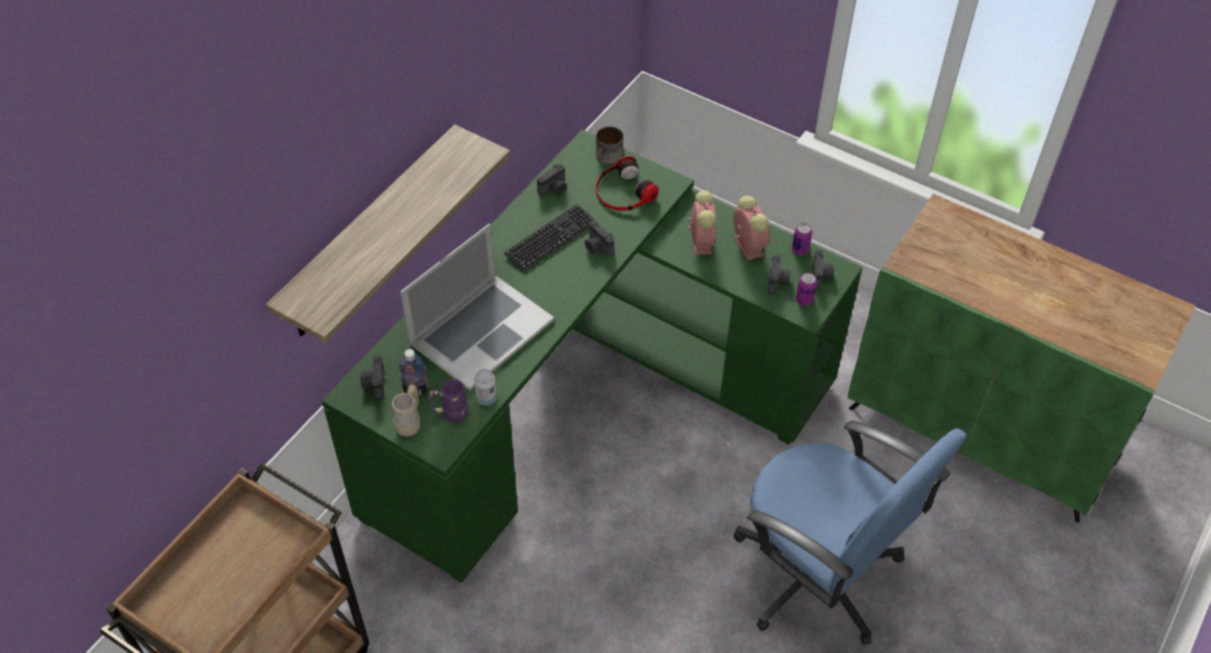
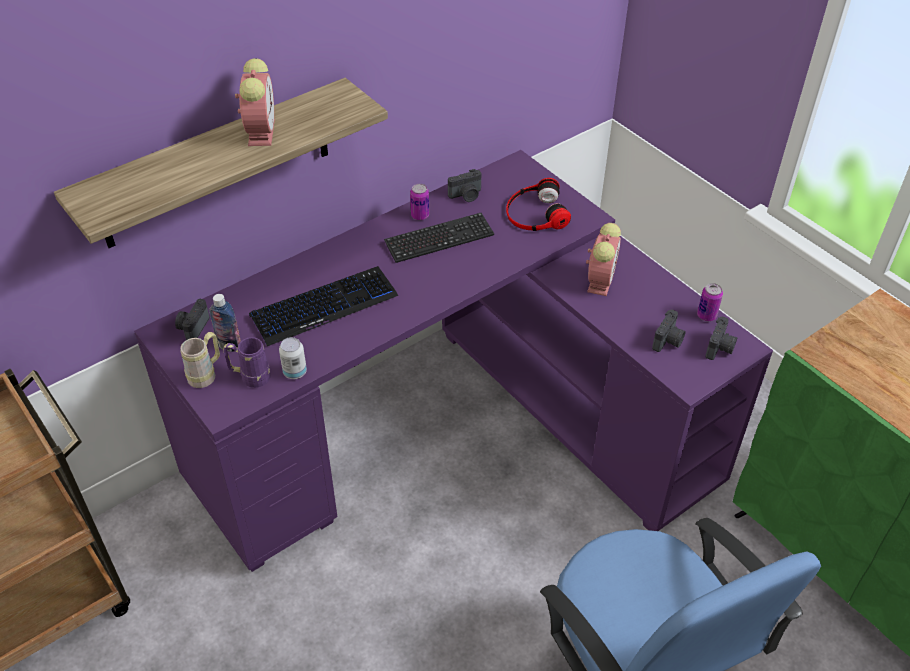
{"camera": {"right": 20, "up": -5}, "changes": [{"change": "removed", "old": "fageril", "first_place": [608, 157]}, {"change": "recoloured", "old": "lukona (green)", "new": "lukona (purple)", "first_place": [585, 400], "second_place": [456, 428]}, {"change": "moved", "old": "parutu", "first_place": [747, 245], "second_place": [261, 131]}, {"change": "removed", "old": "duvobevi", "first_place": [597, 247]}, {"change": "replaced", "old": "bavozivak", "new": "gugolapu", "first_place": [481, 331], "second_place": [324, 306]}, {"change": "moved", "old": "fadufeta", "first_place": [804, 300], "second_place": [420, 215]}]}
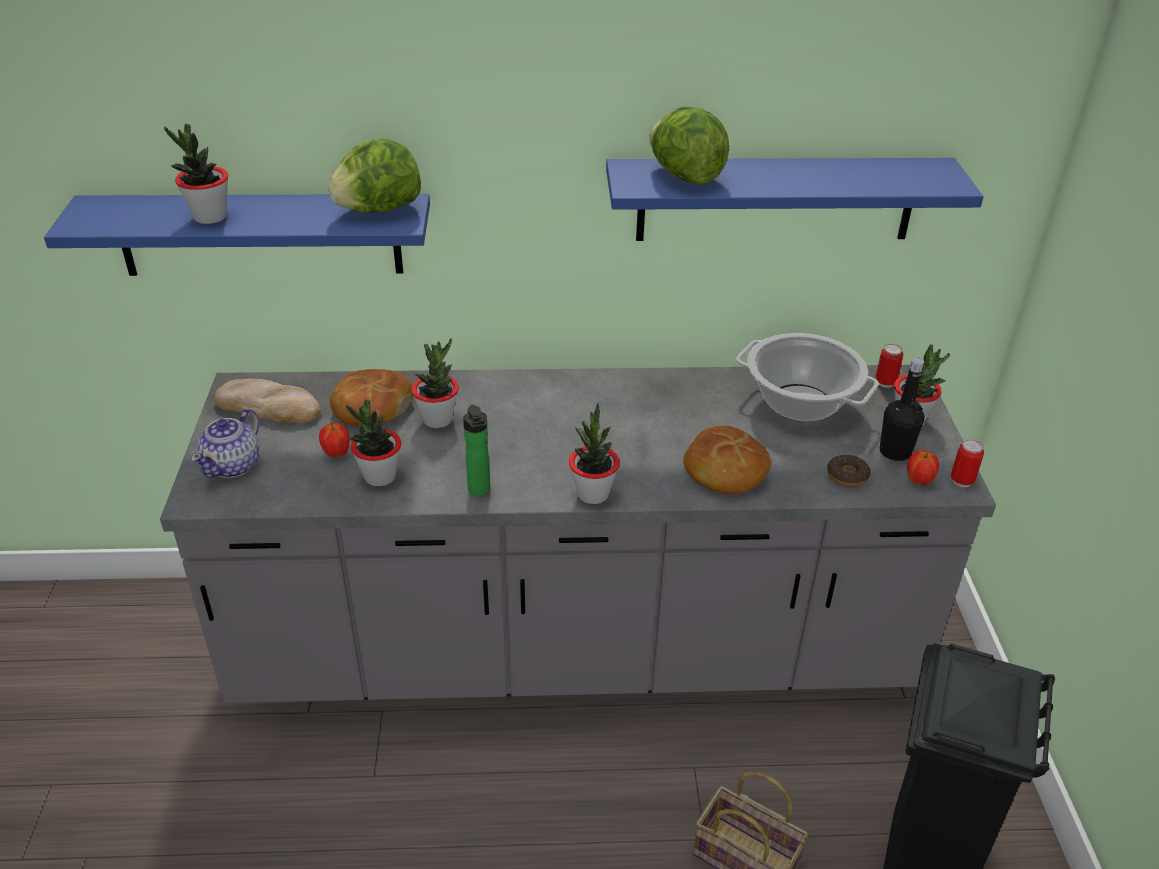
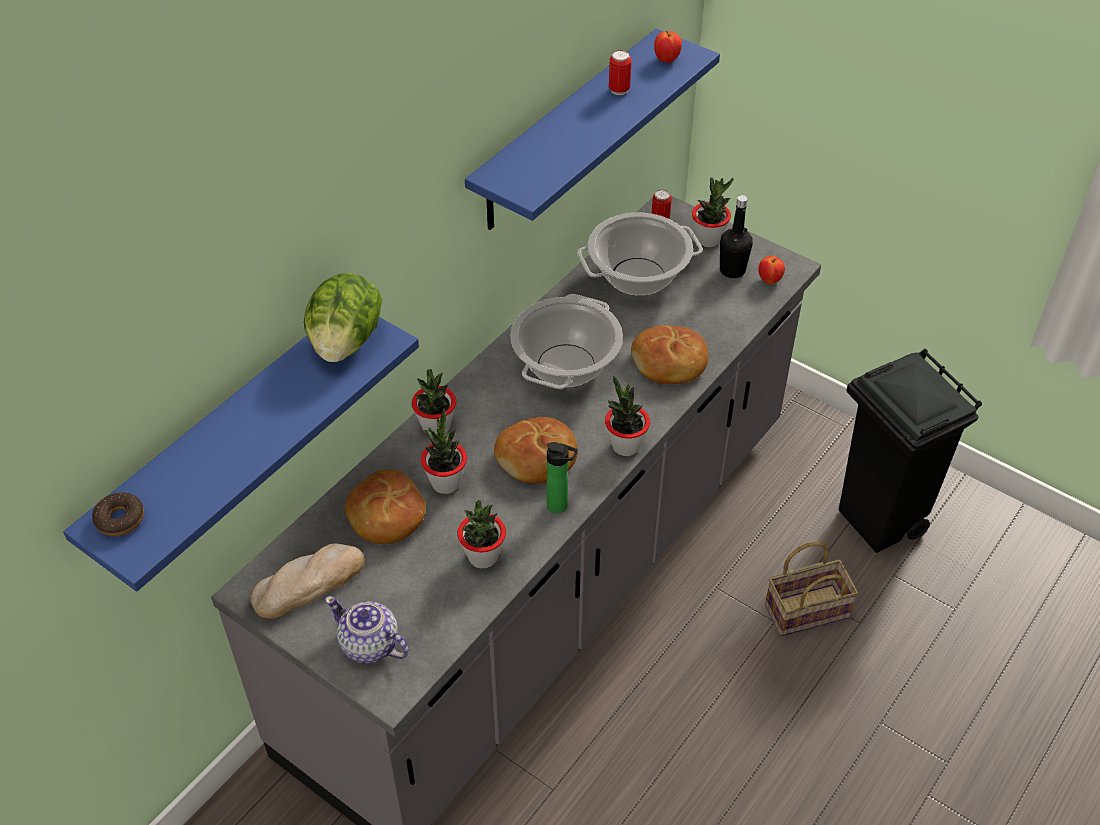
{"camera": {"right": -50, "up": 10}, "changes": [{"change": "removed", "old": "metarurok", "first_place": [685, 177]}, {"change": "moved", "old": "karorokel", "first_place": [210, 217], "second_place": [436, 427]}, {"change": "turned", "old": "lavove", "first_place": [233, 465], "second_place": [370, 645], "degrees": 150}, {"change": "moved", "old": "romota", "first_place": [336, 453], "second_place": [666, 60]}, {"change": "moved", "old": "fadufeta", "first_place": [961, 481], "second_place": [619, 90]}, {"change": "moved", "old": "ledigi", "first_place": [847, 476], "second_place": [120, 519]}, {"change": "added", "new": "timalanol", "second_place": [566, 366]}, {"change": "added", "new": "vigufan", "second_place": [537, 459]}]}
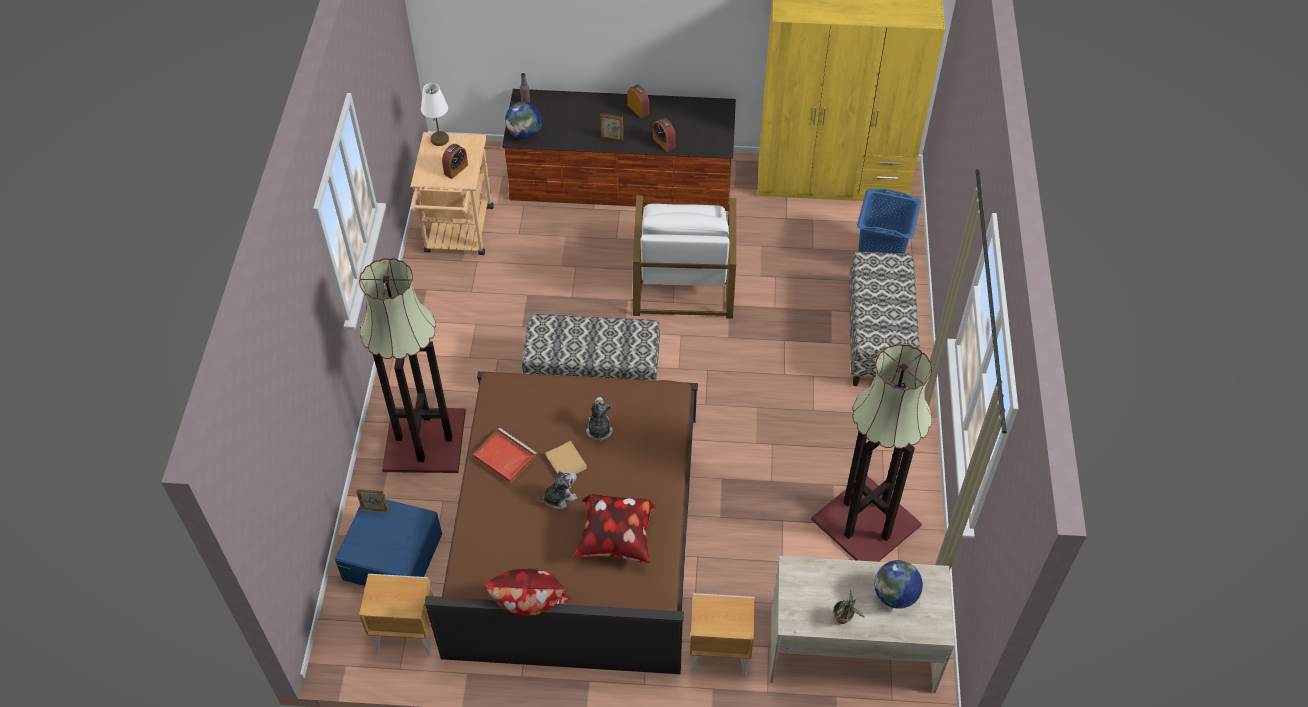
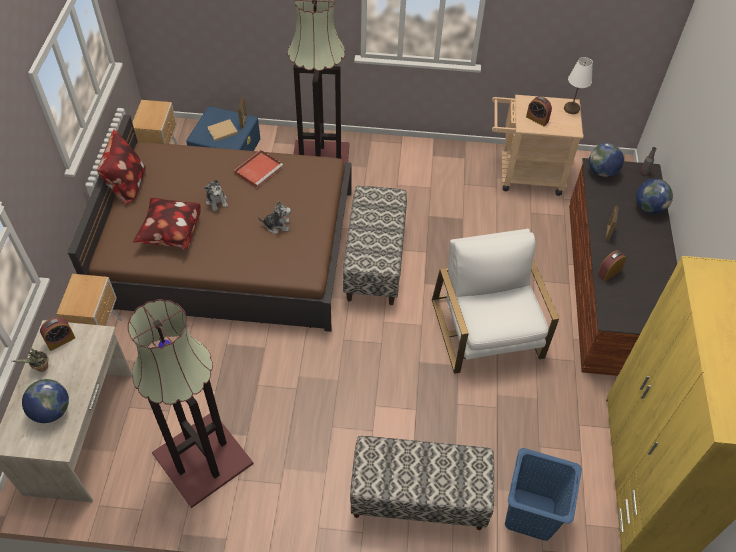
{"camera": {"right": 90, "up": 0}, "changes": [{"change": "moved", "old": "parutu", "first_place": [638, 109], "second_place": [60, 340]}, {"change": "turned", "old": "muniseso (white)", "first_place": [683, 279], "second_place": [488, 329], "degrees": 75}, {"change": "moved", "old": "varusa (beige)", "first_place": [567, 462], "second_place": [221, 131]}, {"change": "added", "new": "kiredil", "second_place": [649, 207]}]}
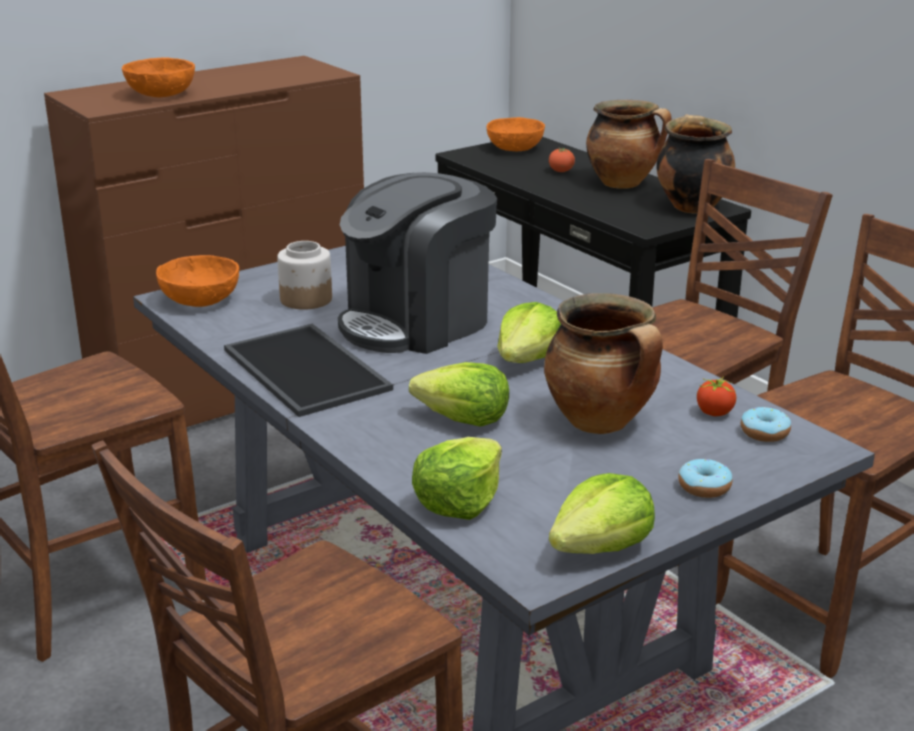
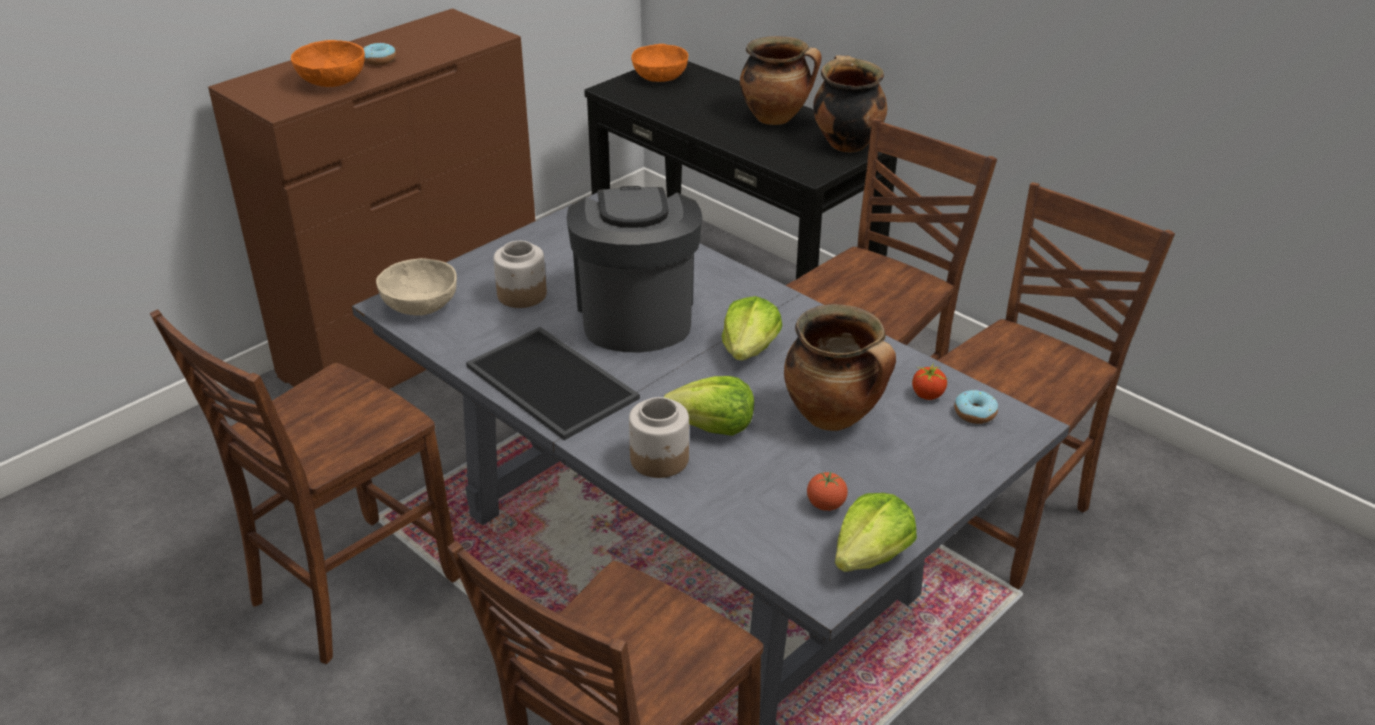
{"camera": {"right": -10, "up": 10}, "changes": [{"change": "moved", "old": "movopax", "first_place": [561, 171], "second_place": [826, 505]}, {"change": "turned", "old": "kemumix", "first_place": [417, 323], "second_place": [635, 314], "degrees": 135}, {"change": "recoloured", "old": "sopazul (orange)", "new": "sopazul (beige)", "first_place": [200, 300], "second_place": [420, 305]}, {"change": "removed", "old": "metarurok", "first_place": [459, 501]}, {"change": "moved", "old": "ledigi", "first_place": [704, 487], "second_place": [379, 60]}, {"change": "added", "new": "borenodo", "second_place": [660, 459]}]}
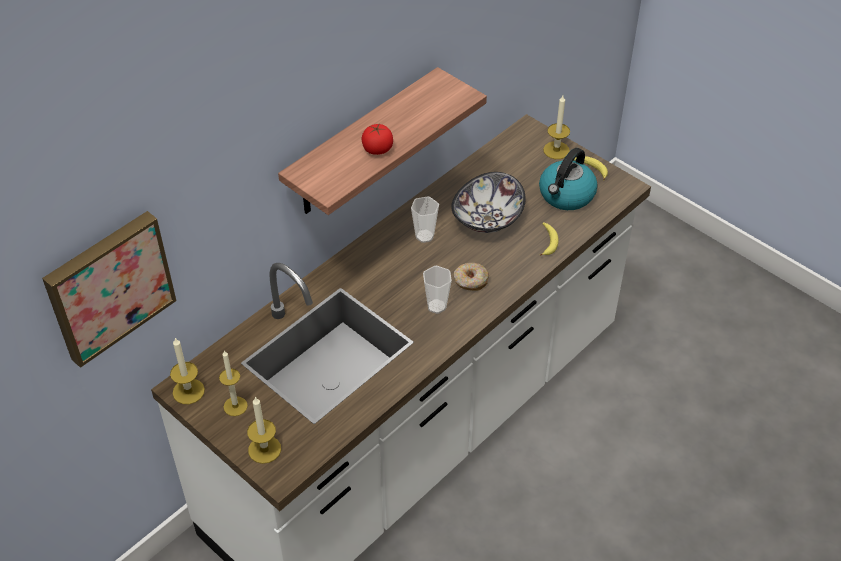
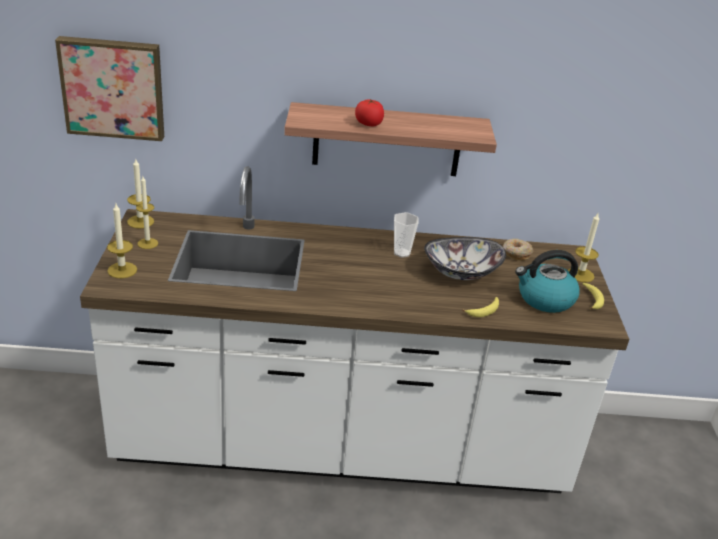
{"camera": {"right": 45, "up": -15}, "changes": [{"change": "moved", "old": "ledigi", "first_place": [470, 281], "second_place": [516, 253]}, {"change": "removed", "old": "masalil", "first_place": [436, 306]}]}
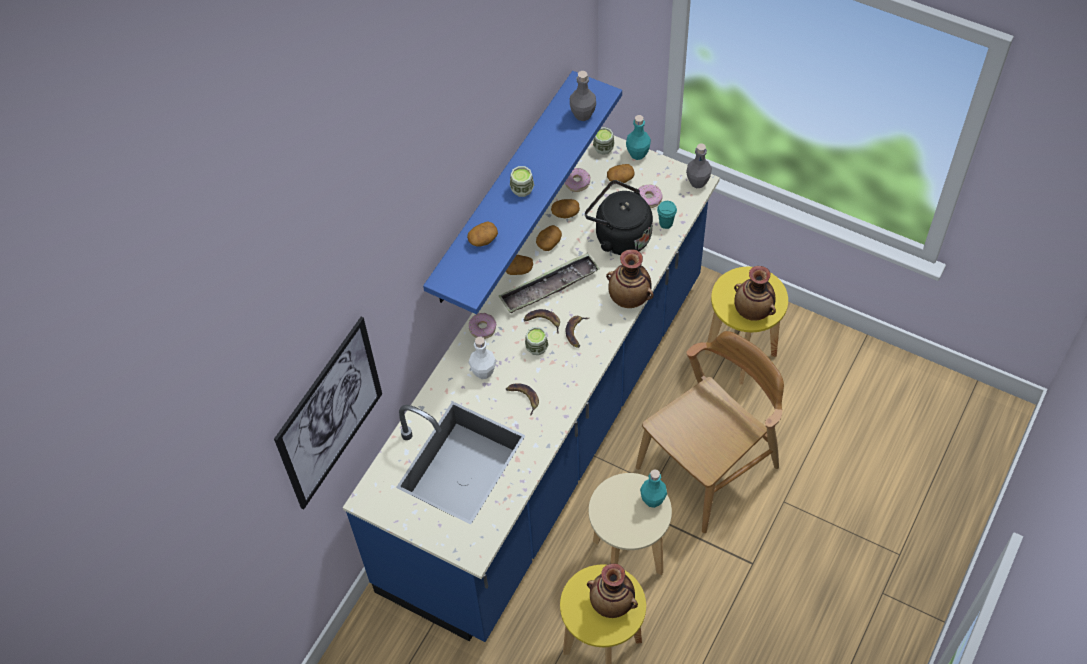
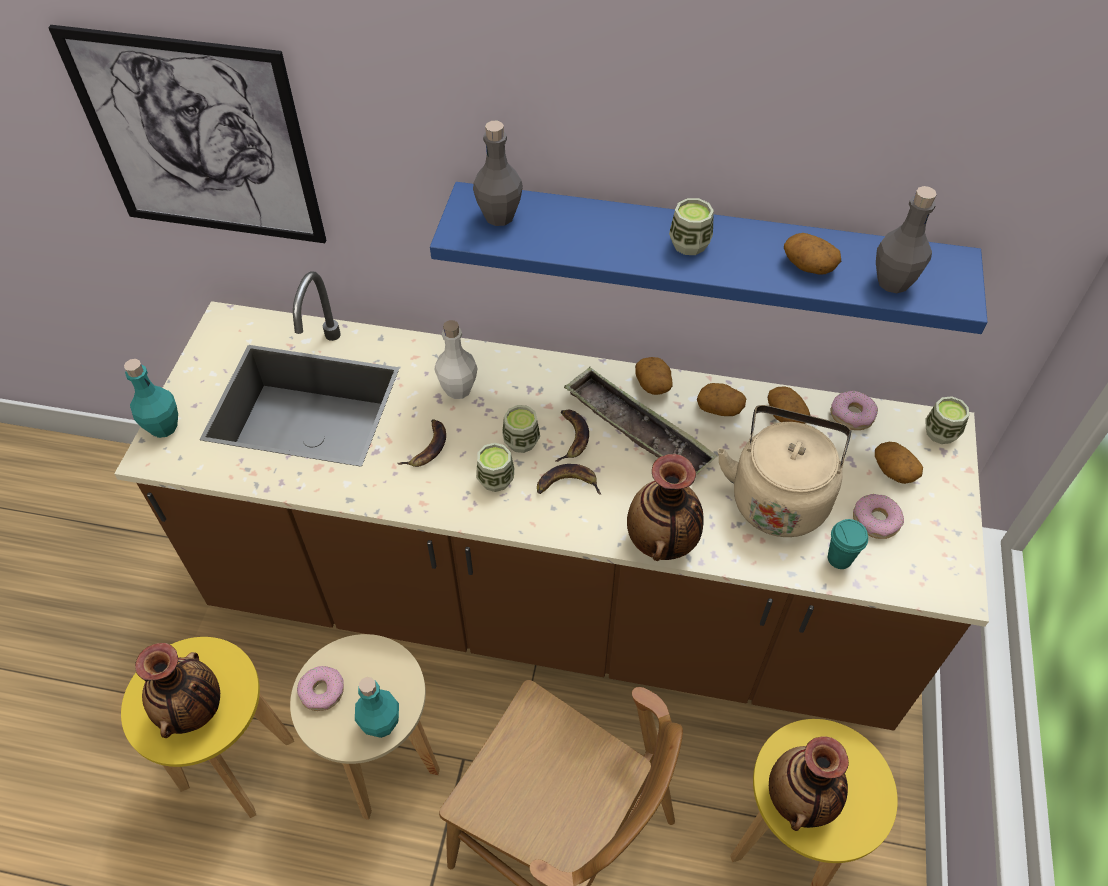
{"camera": {"right": 70, "up": -5}, "changes": [{"change": "moved", "old": "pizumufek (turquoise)", "first_place": [637, 154], "second_place": [163, 427]}, {"change": "recoloured", "old": "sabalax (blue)", "new": "sabalax (brown)", "first_place": [548, 431], "second_place": [554, 604]}, {"change": "moved", "old": "pizumufek (grey)", "first_place": [697, 182], "second_place": [499, 216]}, {"change": "recoloured", "old": "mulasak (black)", "new": "mulasak (beige)", "first_place": [619, 236], "second_place": [779, 497]}, {"change": "moved", "old": "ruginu", "first_place": [483, 239], "second_place": [808, 265]}, {"change": "moved", "old": "ledigi", "first_place": [482, 328], "second_place": [322, 691]}, {"change": "added", "new": "masalil", "second_place": [495, 479]}]}
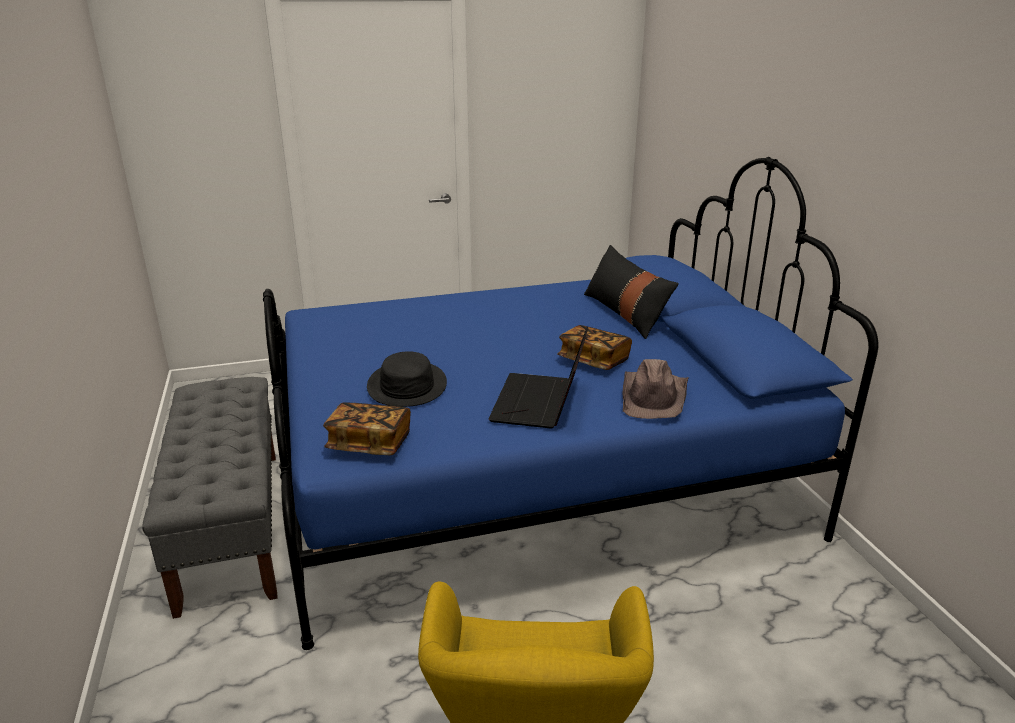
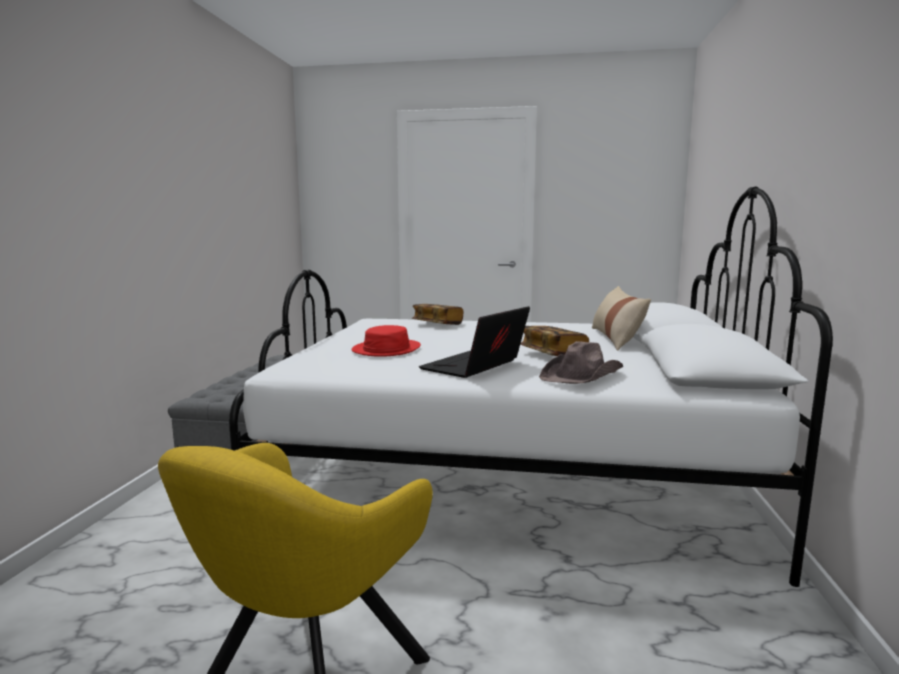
{"camera": {"right": 25, "up": -15}, "changes": [{"change": "recoloured", "old": "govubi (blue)", "new": "govubi (white)", "first_place": [530, 476], "second_place": [507, 471]}, {"change": "recoloured", "old": "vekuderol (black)", "new": "vekuderol (beige)", "first_place": [625, 313], "second_place": [616, 338]}, {"change": "recoloured", "old": "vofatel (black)", "new": "vofatel (red)", "first_place": [406, 386], "second_place": [386, 349]}, {"change": "moved", "old": "varusa", "first_place": [370, 444], "second_place": [437, 324]}]}
